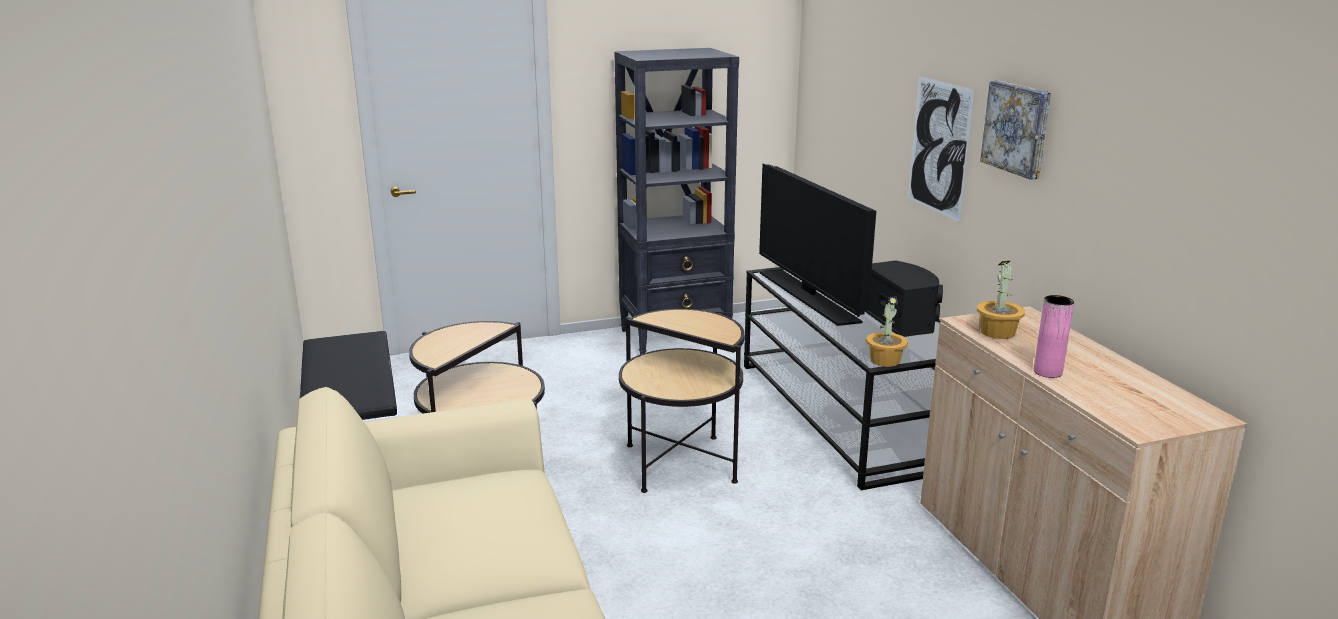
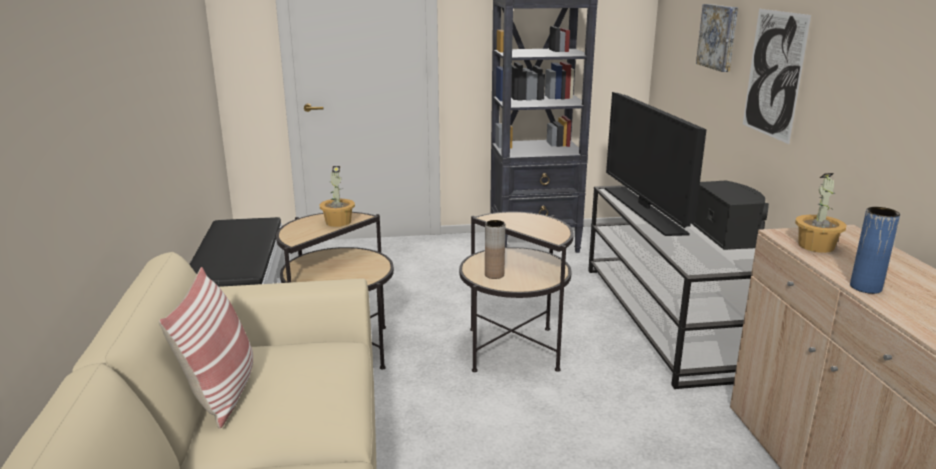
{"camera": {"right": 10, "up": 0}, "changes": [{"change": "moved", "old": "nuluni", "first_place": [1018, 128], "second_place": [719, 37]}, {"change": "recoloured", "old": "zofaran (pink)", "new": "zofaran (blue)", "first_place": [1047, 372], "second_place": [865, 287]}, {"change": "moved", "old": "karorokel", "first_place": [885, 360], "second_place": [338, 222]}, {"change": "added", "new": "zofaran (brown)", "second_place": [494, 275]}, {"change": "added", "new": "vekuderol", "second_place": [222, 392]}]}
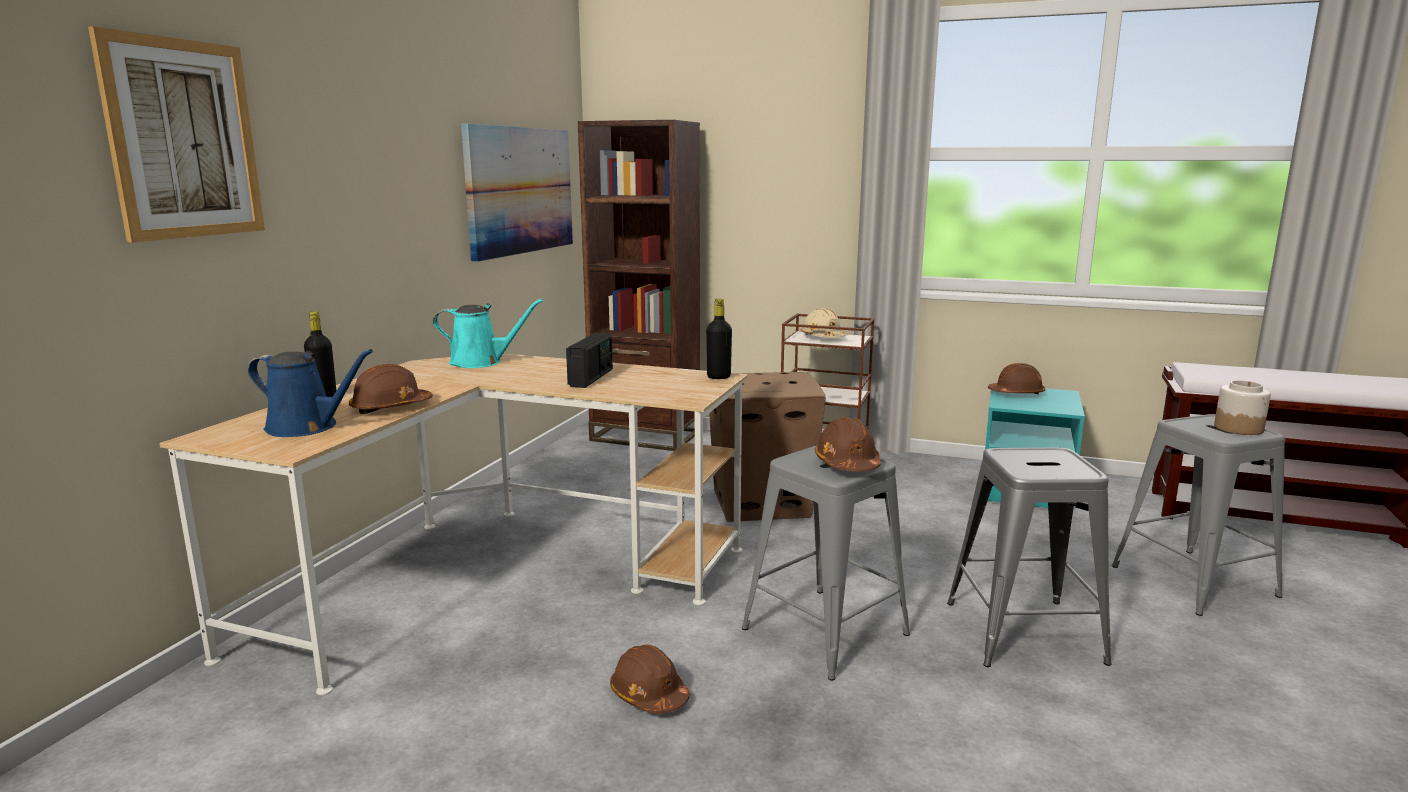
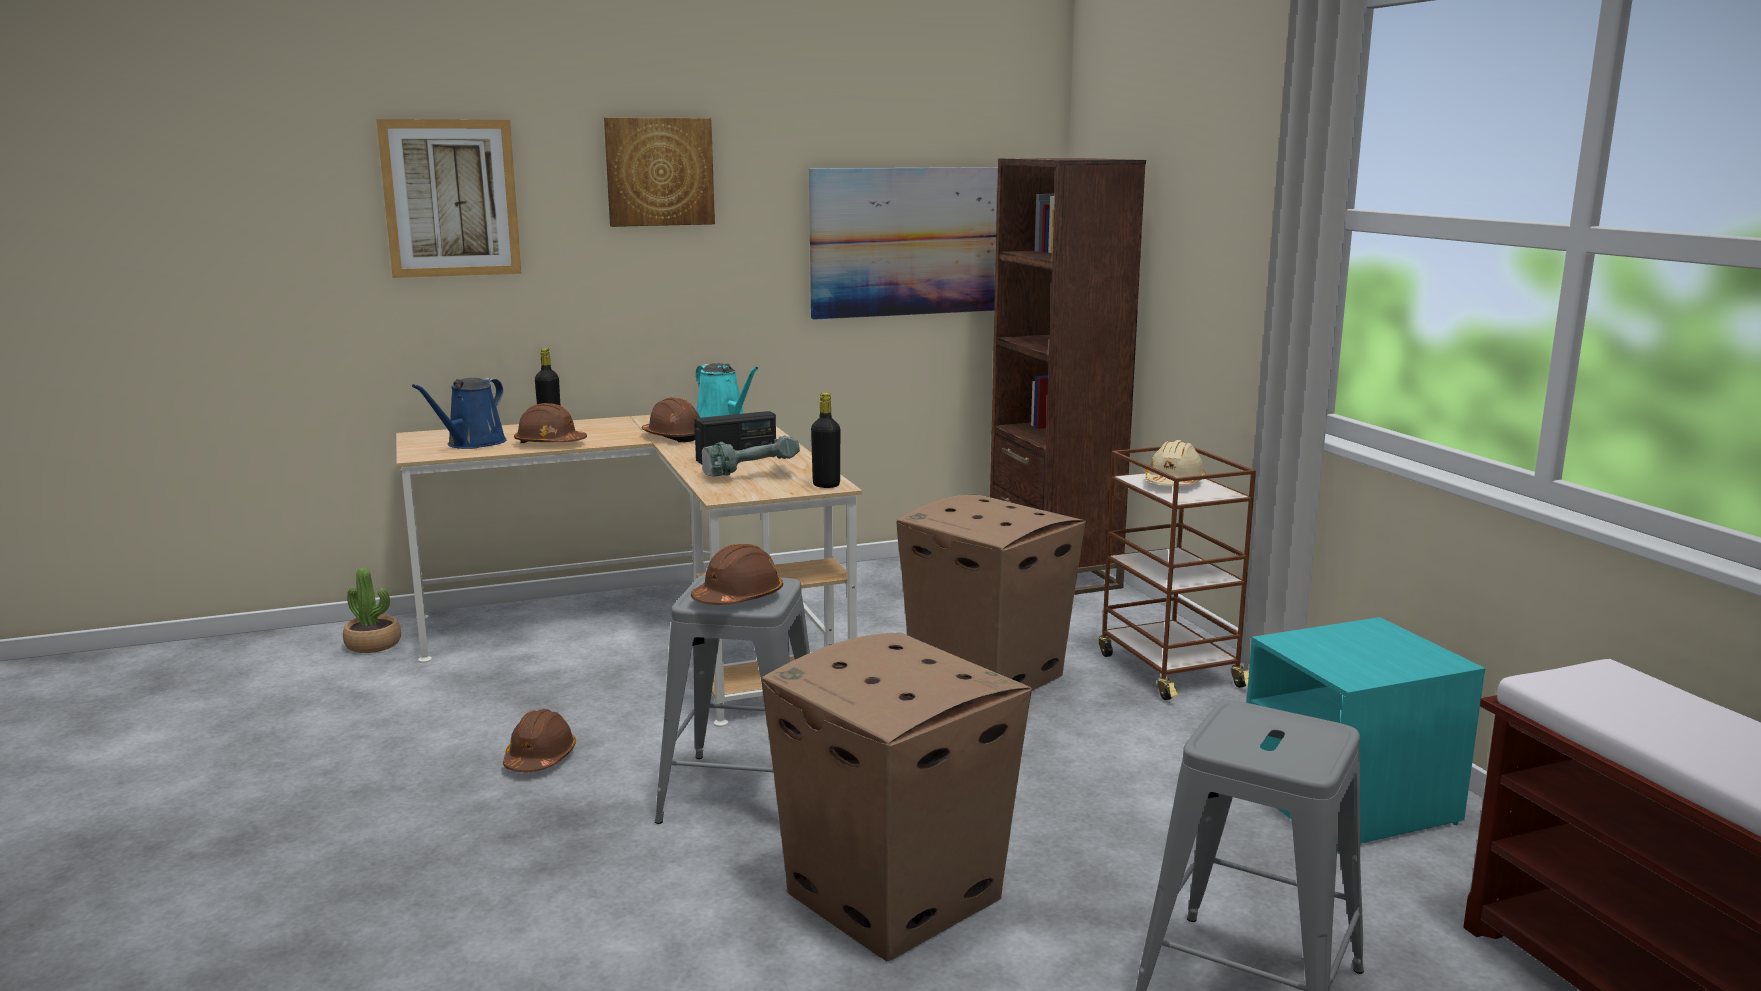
{"camera": {"right": 50, "up": 0}, "changes": [{"change": "turned", "old": "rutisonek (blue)", "first_place": [307, 427], "second_place": [472, 444], "degrees": 45}, {"change": "moved", "old": "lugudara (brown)", "first_place": [1016, 393], "second_place": [674, 437]}, {"change": "removed", "old": "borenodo", "first_place": [1238, 428]}, {"change": "replaced", "old": "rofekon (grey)", "new": "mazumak", "first_place": [1023, 632], "second_place": [895, 896]}, {"change": "added", "new": "nuluni", "second_place": [659, 171]}, {"change": "added", "new": "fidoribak", "second_place": [750, 474]}, {"change": "added", "new": "karorokel", "second_place": [373, 644]}]}
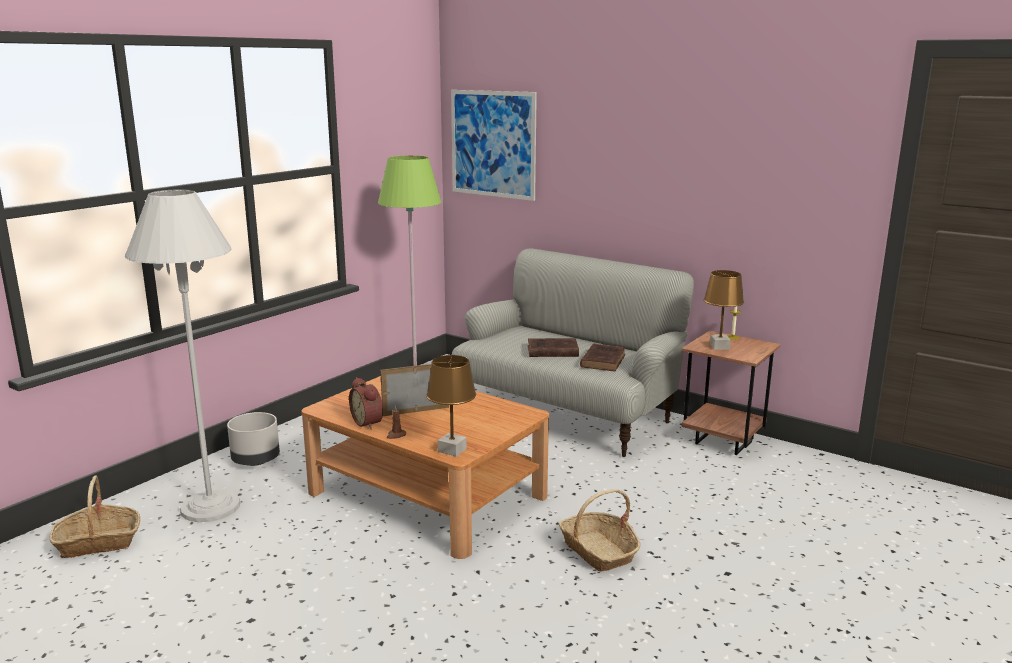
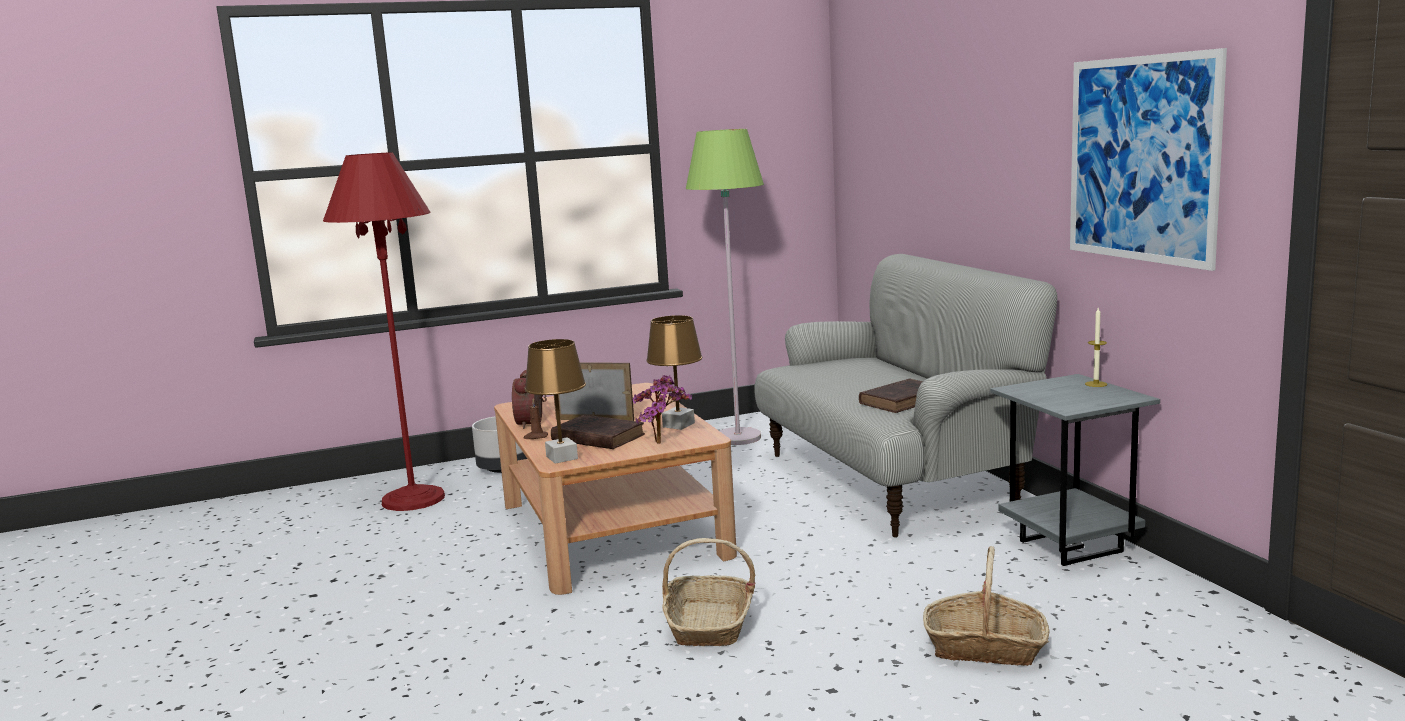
{"camera": {"right": 35, "up": -5}, "changes": [{"change": "moved", "old": "nuluni", "first_place": [493, 144], "second_place": [1141, 159]}, {"change": "recoloured", "old": "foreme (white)", "new": "foreme (red)", "first_place": [210, 507], "second_place": [413, 499]}, {"change": "moved", "old": "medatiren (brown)", "first_place": [719, 346], "second_place": [678, 425]}, {"change": "recoloured", "old": "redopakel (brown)", "new": "redopakel (grey)", "first_place": [723, 440], "second_place": [1071, 546]}, {"change": "moved", "old": "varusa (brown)", "first_place": [551, 351], "second_place": [596, 437]}, {"change": "moved", "old": "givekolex", "first_place": [98, 542], "second_place": [985, 647]}, {"change": "added", "new": "karorokel", "second_place": [663, 444]}]}
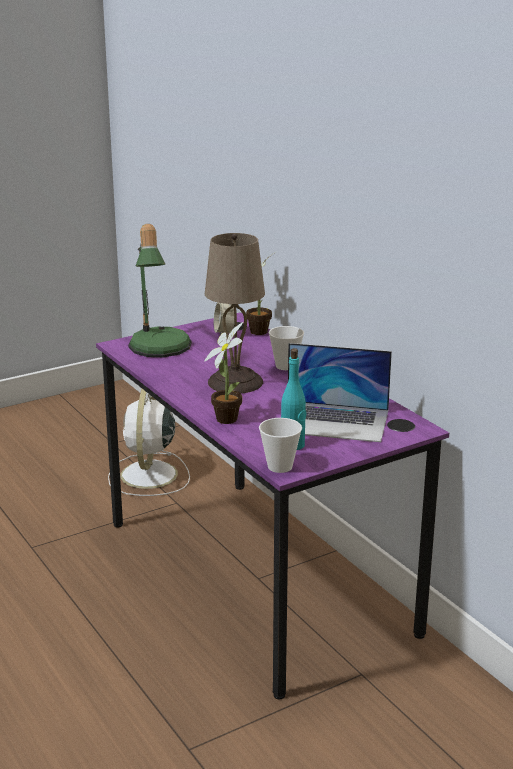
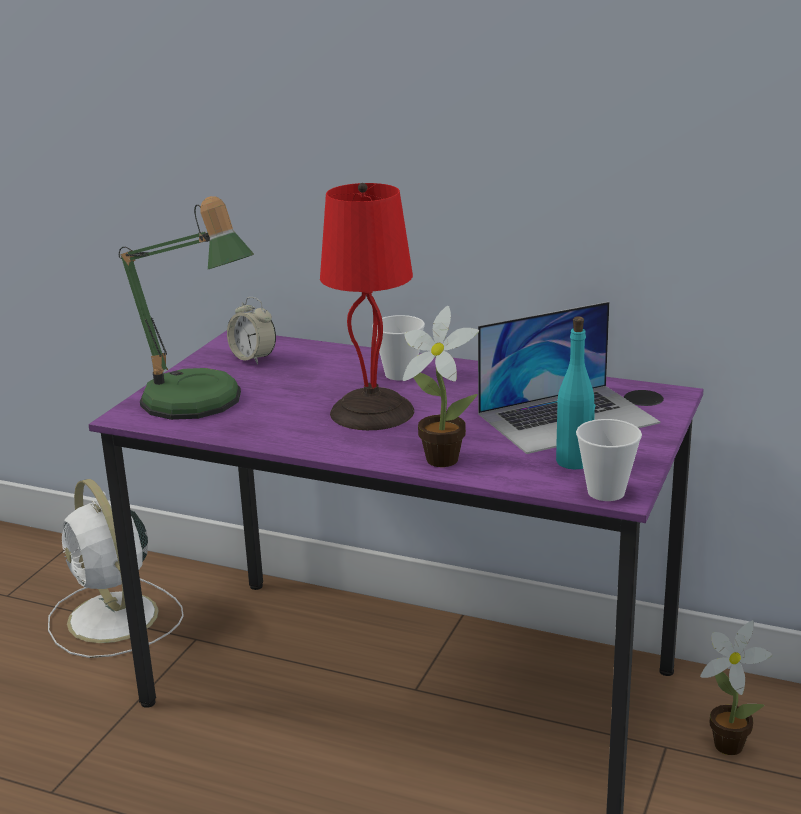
{"camera": {"right": -35, "up": 0}, "changes": [{"change": "recoloured", "old": "medatiren (beige)", "new": "medatiren (red)", "first_place": [236, 381], "second_place": [372, 411]}, {"change": "moved", "old": "karorokel", "first_place": [260, 330], "second_place": [726, 742]}]}
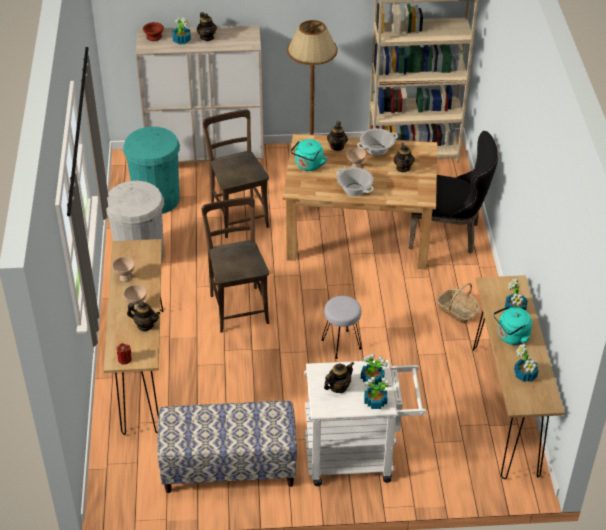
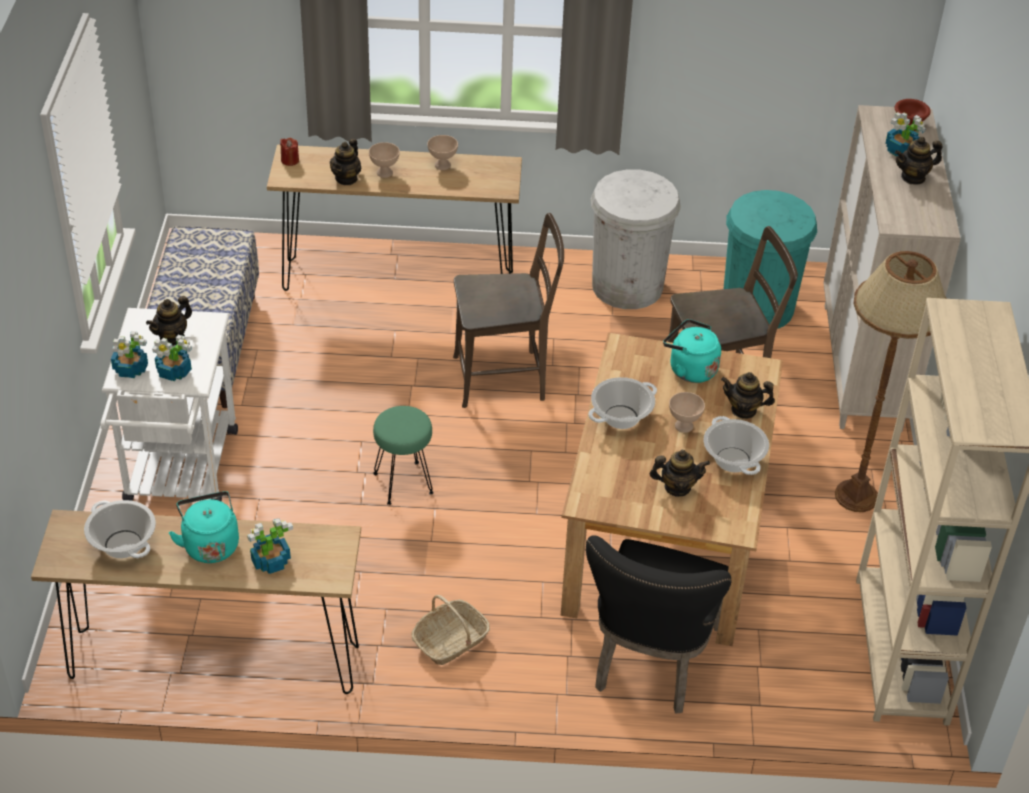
{"camera": {"right": 95, "up": 0}, "changes": [{"change": "recoloured", "old": "rofekon (grey)", "new": "rofekon (green)", "first_place": [341, 343], "second_place": [404, 483]}, {"change": "replaced", "old": "karorokel", "new": "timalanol", "first_place": [525, 375], "second_place": [123, 544]}, {"change": "turned", "old": "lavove", "first_place": [338, 387], "second_place": [172, 337], "degrees": 75}]}
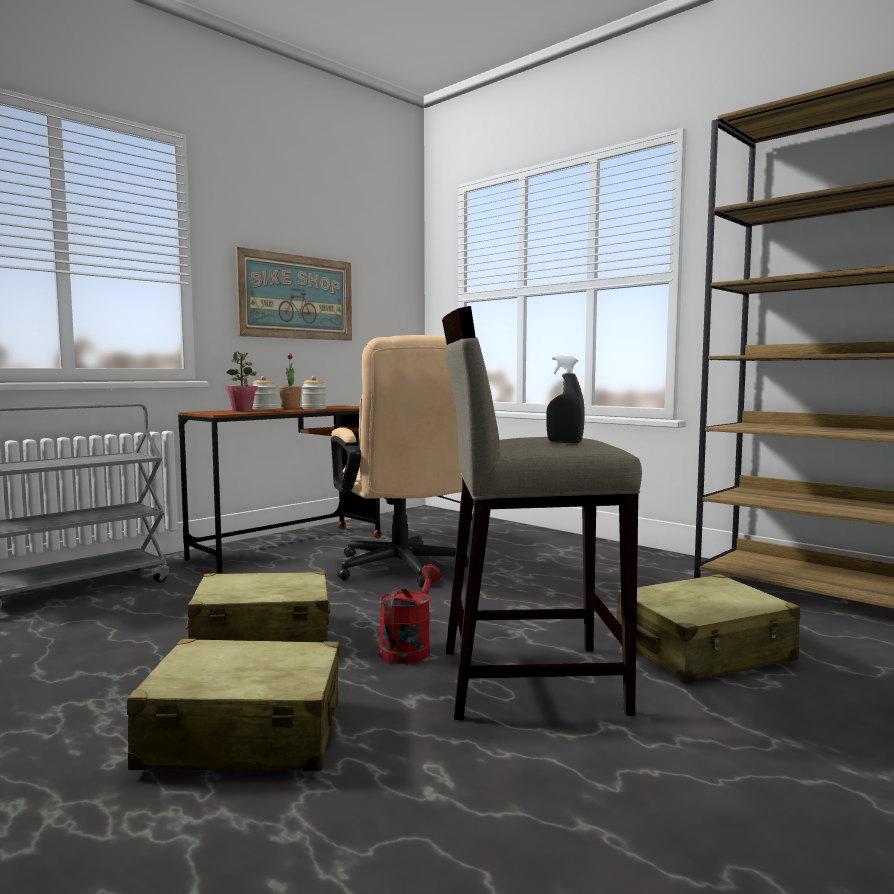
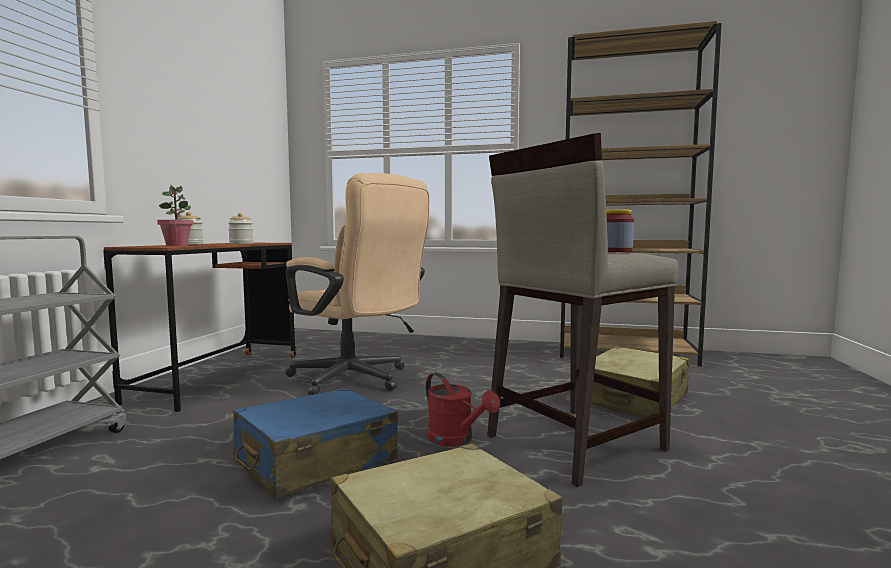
{"camera": {"right": -30, "up": 0}, "changes": [{"change": "removed", "old": "nuluni", "first_place": [296, 297]}, {"change": "removed", "old": "karorokel", "first_place": [290, 408]}, {"change": "replaced", "old": "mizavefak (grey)", "new": "borenodo", "first_place": [564, 442], "second_place": [615, 251]}, {"change": "turned", "old": "rutisonek (red)", "first_place": [408, 648], "second_place": [456, 440], "degrees": 150}, {"change": "recoloured", "old": "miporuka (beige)", "new": "miporuka (blue)", "first_place": [262, 637], "second_place": [315, 461]}]}
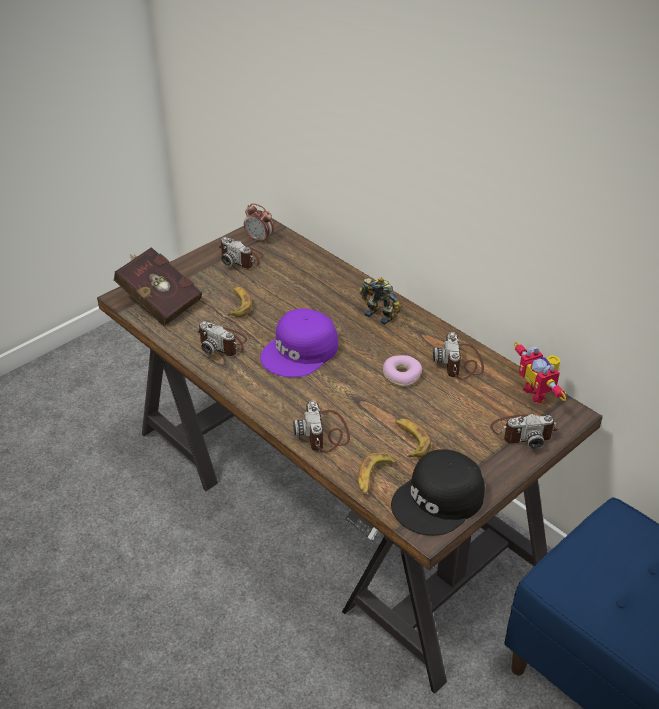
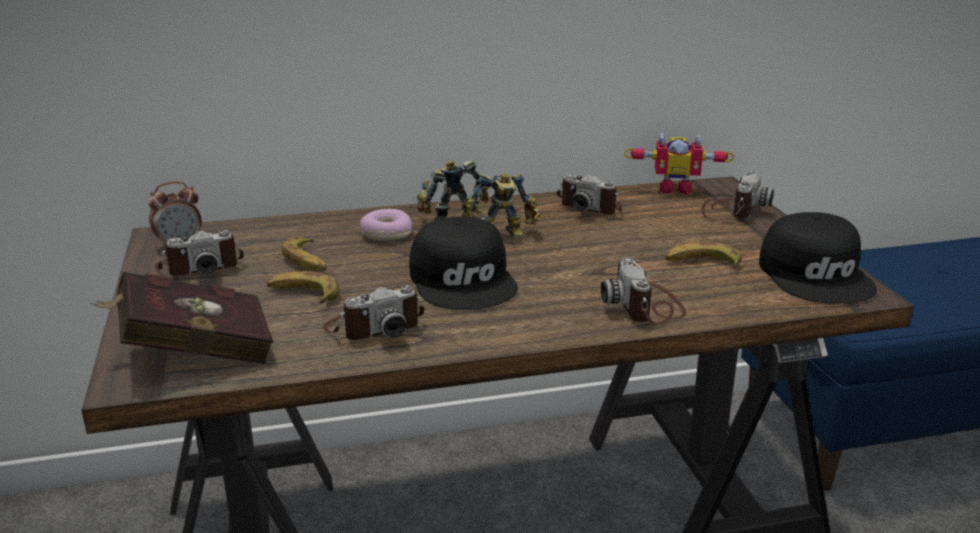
{"camera": {"right": -60, "up": -15}, "changes": [{"change": "recoloured", "old": "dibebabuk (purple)", "new": "dibebabuk (black)", "first_place": [301, 352], "second_place": [464, 280]}, {"change": "moved", "old": "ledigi", "first_place": [401, 375], "second_place": [386, 234]}, {"change": "turned", "old": "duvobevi", "first_place": [324, 433], "second_place": [646, 306], "degrees": 60}, {"change": "moved", "old": "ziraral", "first_place": [373, 477], "second_place": [307, 261]}, {"change": "added", "new": "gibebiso", "second_place": [503, 236]}]}
